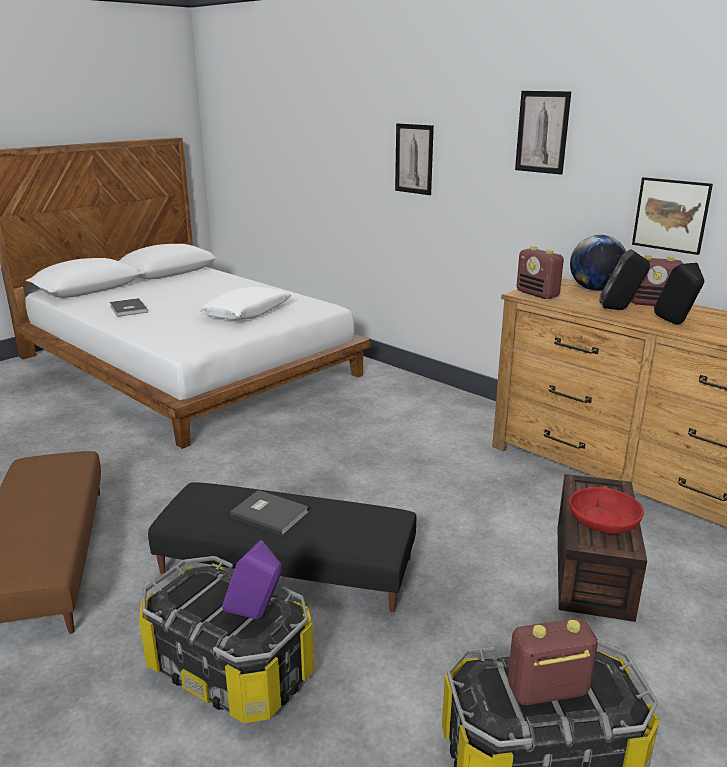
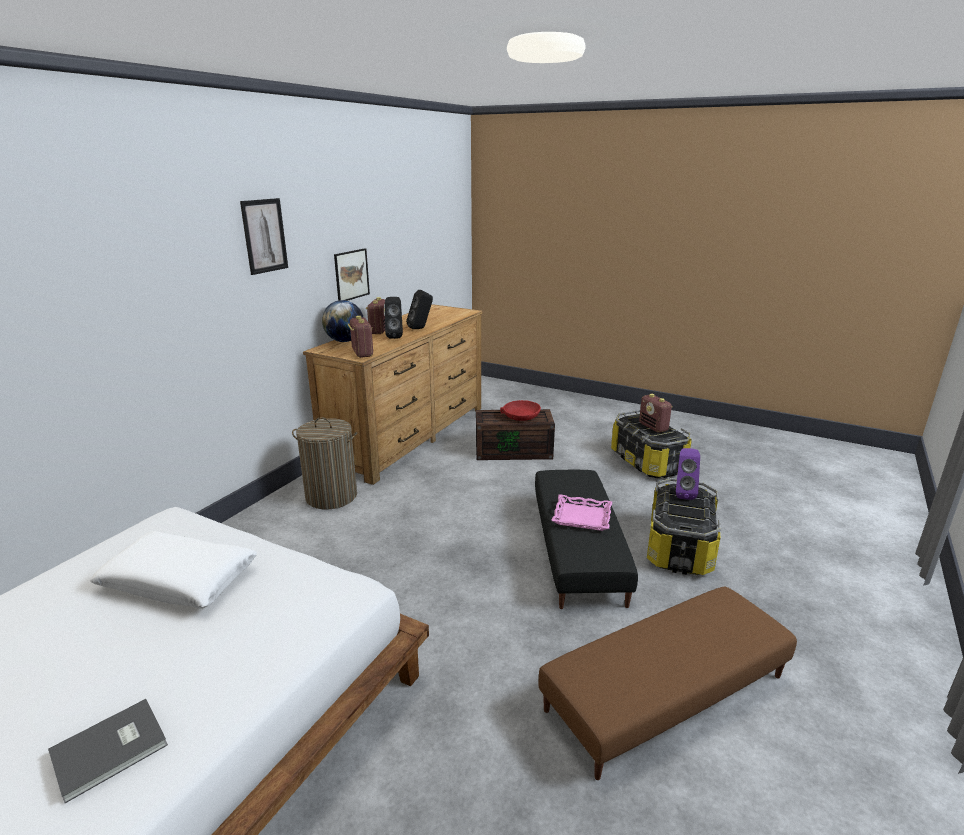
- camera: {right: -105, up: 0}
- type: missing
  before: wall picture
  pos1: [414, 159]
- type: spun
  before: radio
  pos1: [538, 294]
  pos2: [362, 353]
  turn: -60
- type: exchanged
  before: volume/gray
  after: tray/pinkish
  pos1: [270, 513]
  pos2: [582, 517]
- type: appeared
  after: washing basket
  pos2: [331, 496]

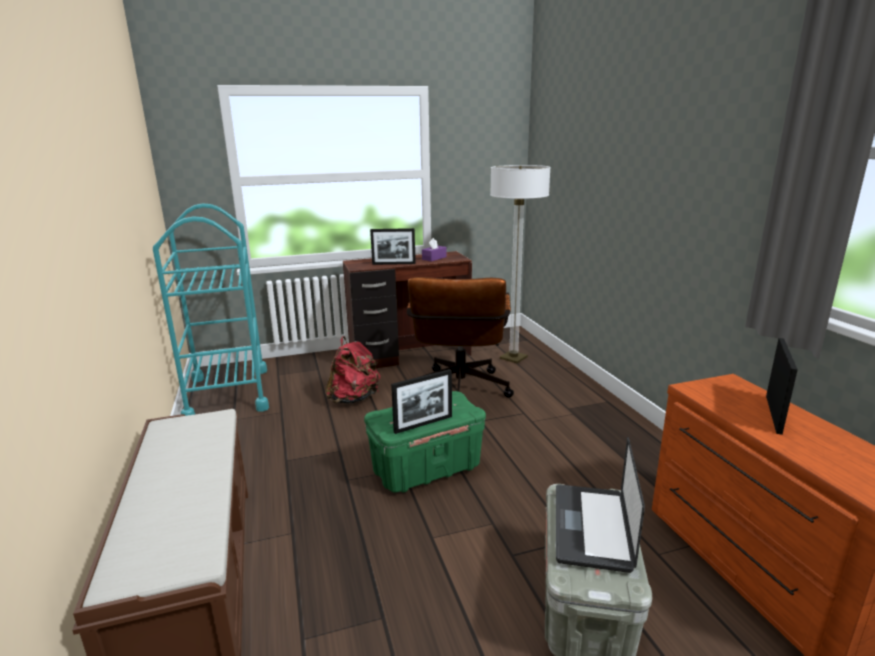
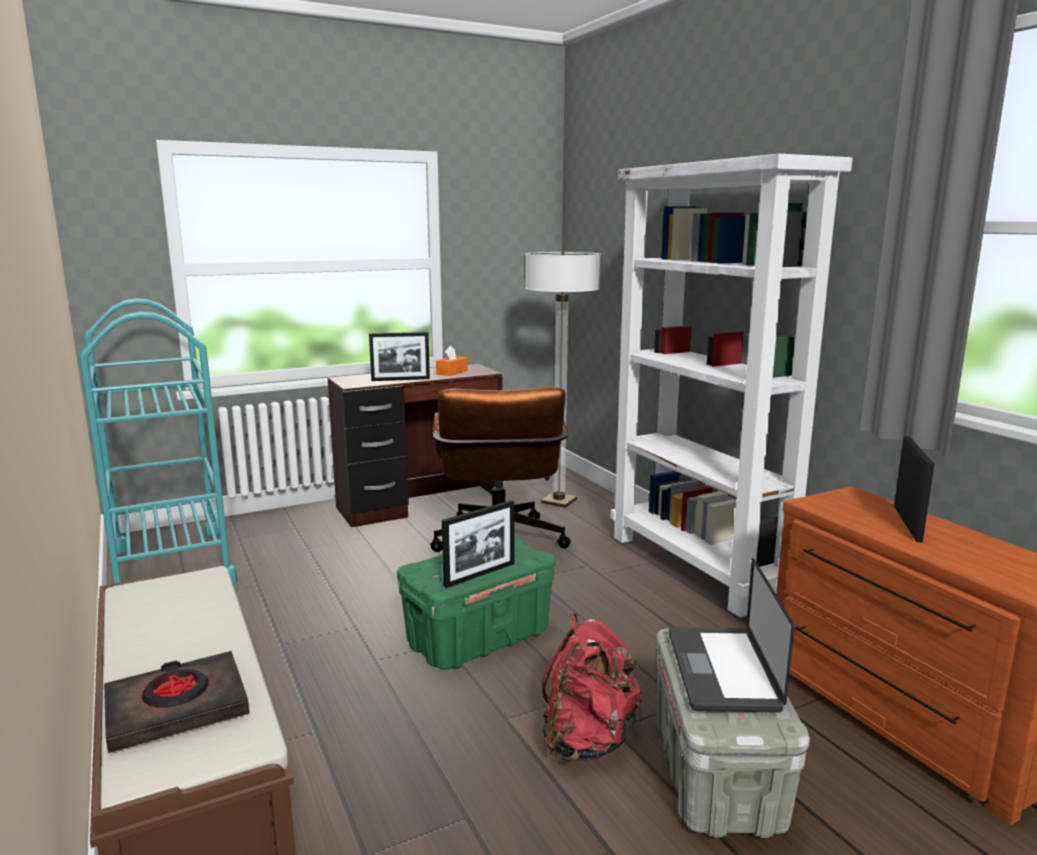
- camera: {right: -10, up: -5}
- type: colour
  before: box of tissues/purple-coloured
  after: box of tissues/orangey
  pos1: [434, 258]
  pos2: [452, 372]
- type: relocated
  before: rucksack/red-coloured
  pos1: [354, 399]
  pos2: [587, 740]
- type: appeared
  after: shelving unit/whitish
  pos2: [698, 567]
- type: appeared
  after: volume/blackish
  pos2: [177, 708]

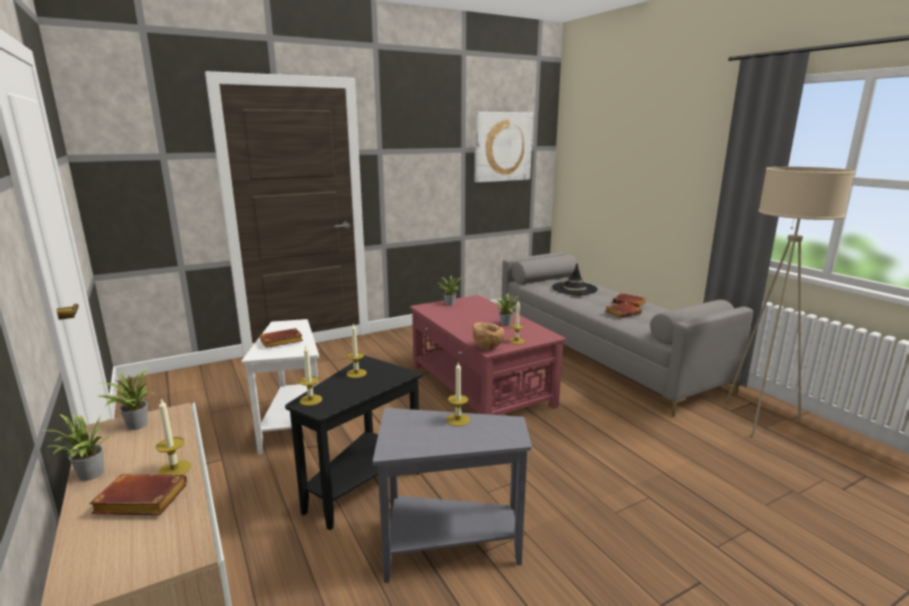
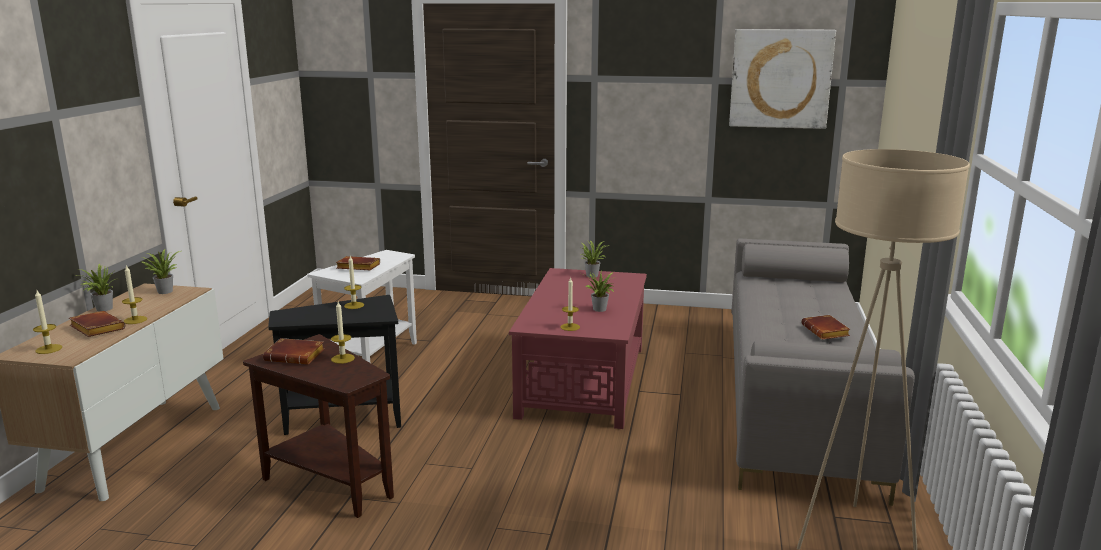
- camera: {right: 40, up: 0}
- type: missing
  before: clothing hat/blackish
  pos1: [574, 288]
- type: relocated
  before: volume/brown-coloured
  pos1: [622, 313]
  pos2: [296, 356]
- type: missing
  before: bowl/brown-coloured
  pos1: [487, 348]
- type: relocated
  before: wax light
  pos1: [311, 400]
  pos2: [48, 349]
- type: colour
  before: side table/gray
  after: side table/brown-coloured
  pos1: [445, 549]
  pos2: [330, 482]

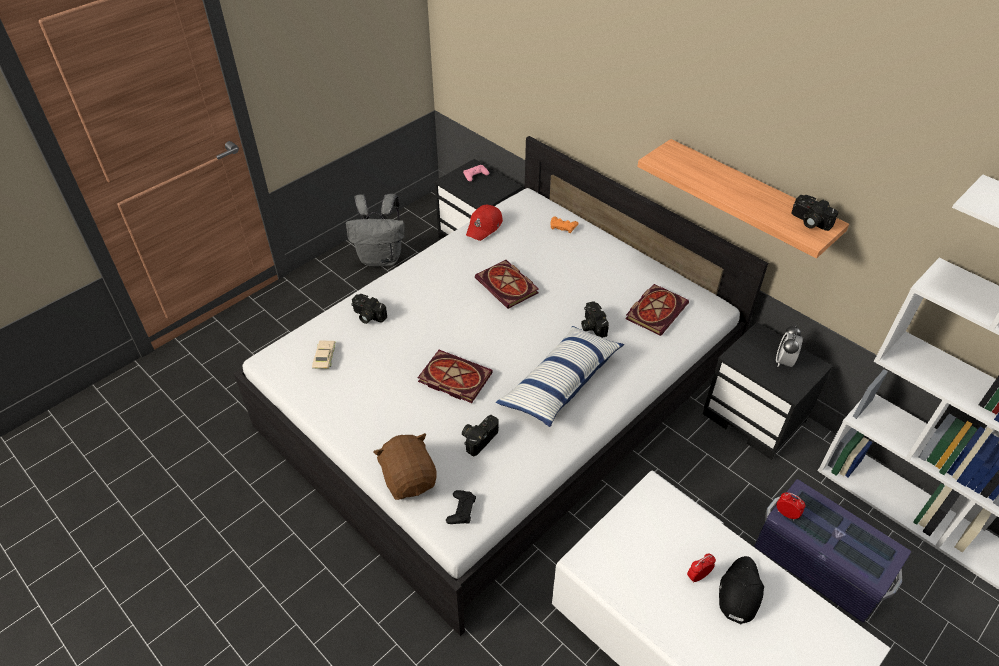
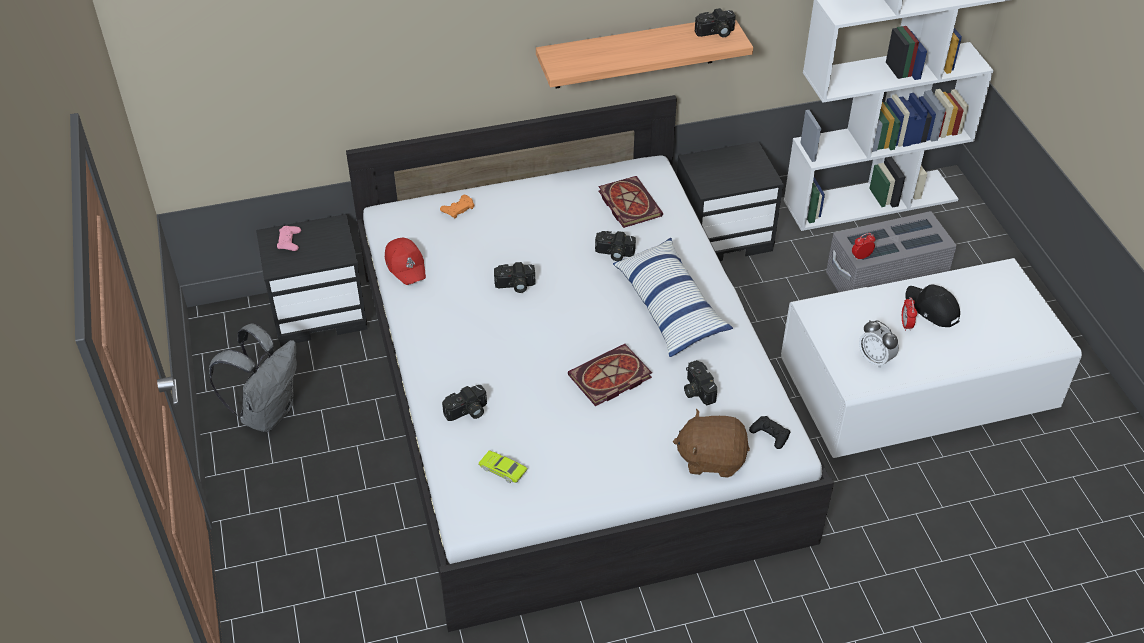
- camera: {right: -60, up: 0}
- type: exchanged
  before: volume
  after: photo camera
  pos1: [508, 286]
  pos2: [515, 286]
- type: relocated
  before: bedside clock
  pos1: [784, 361]
  pos2: [875, 359]
- type: colour
  before: miniature car/sand-coloured
  after: miniature car/green-coloured
  pos1: [324, 357]
  pos2: [503, 470]
- type: colour
  before: storage container/purple-coloured
  after: storage container/gray
  pos1: [819, 564]
  pos2: [884, 280]

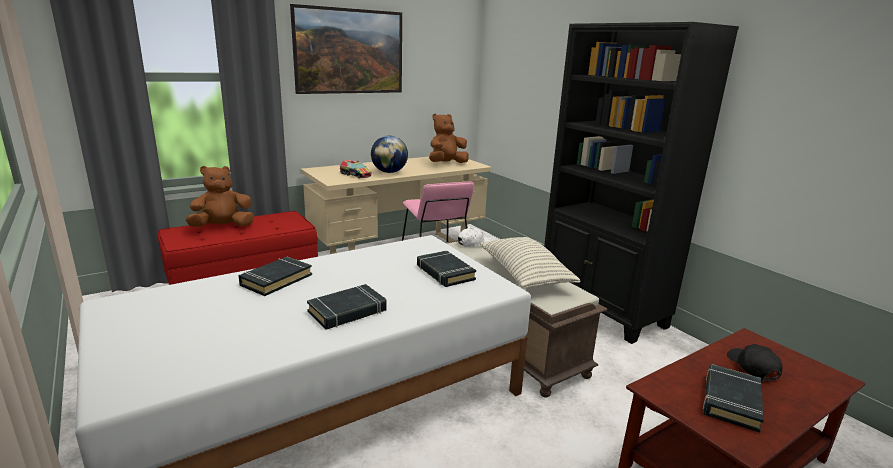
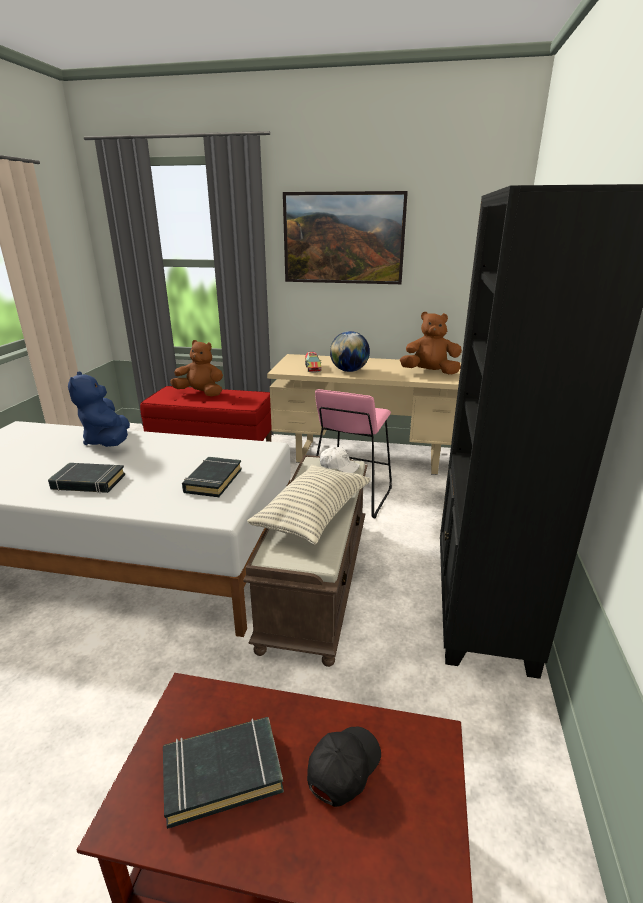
- camera: {right: 45, up: 5}
- type: exchanged
  before: volume/blackish
  after: soft toy/bluish
  pos1: [276, 280]
  pos2: [108, 442]

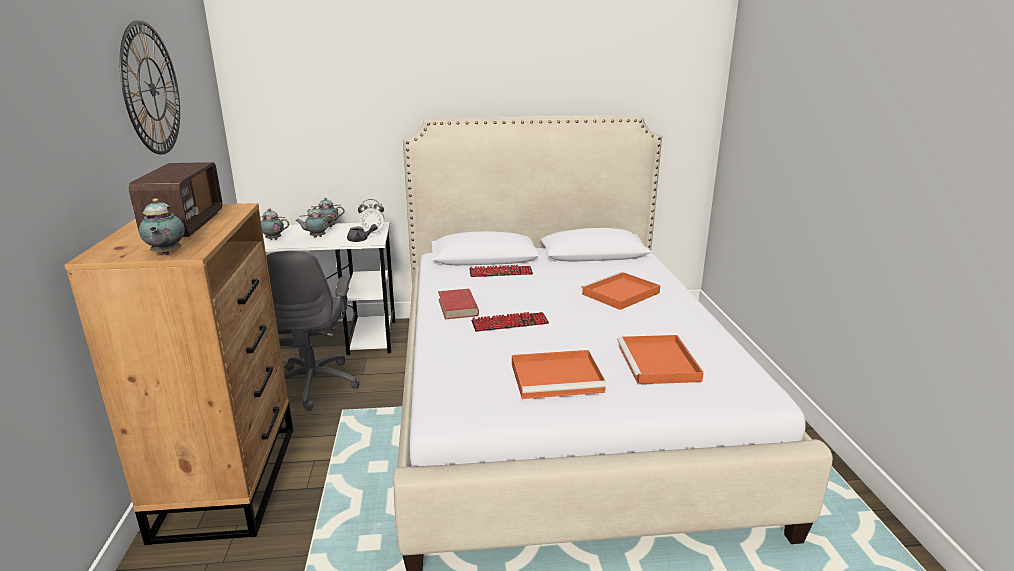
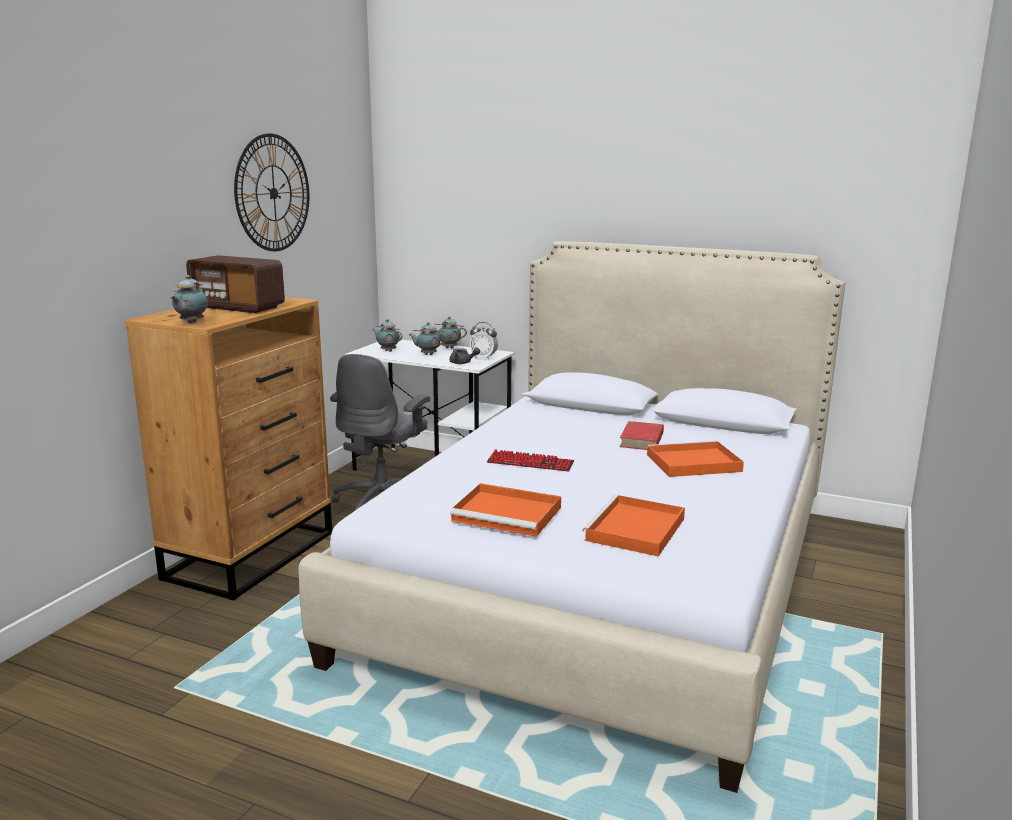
- camera: {right: 30, up: -5}
- type: spun
  before: radio
  pos1: [184, 224]
  pos2: [238, 307]
  turn: 90
- type: missing
  before: keyboard
  pos1: [500, 272]
- type: relocated
  before: volume/red-coloured
  pos1: [458, 307]
  pos2: [642, 440]

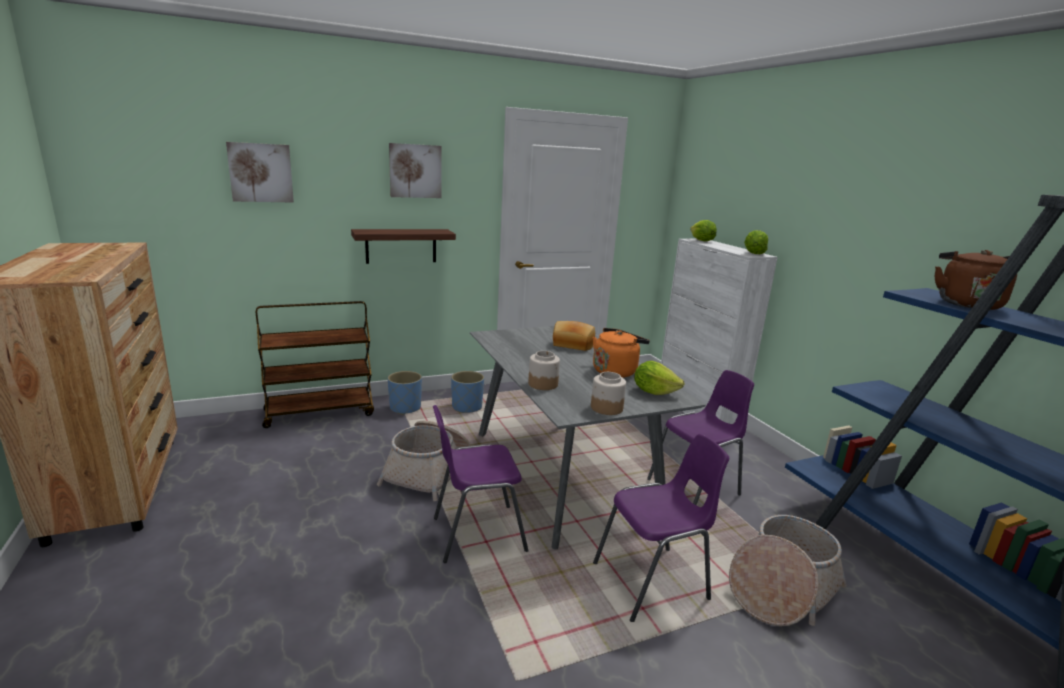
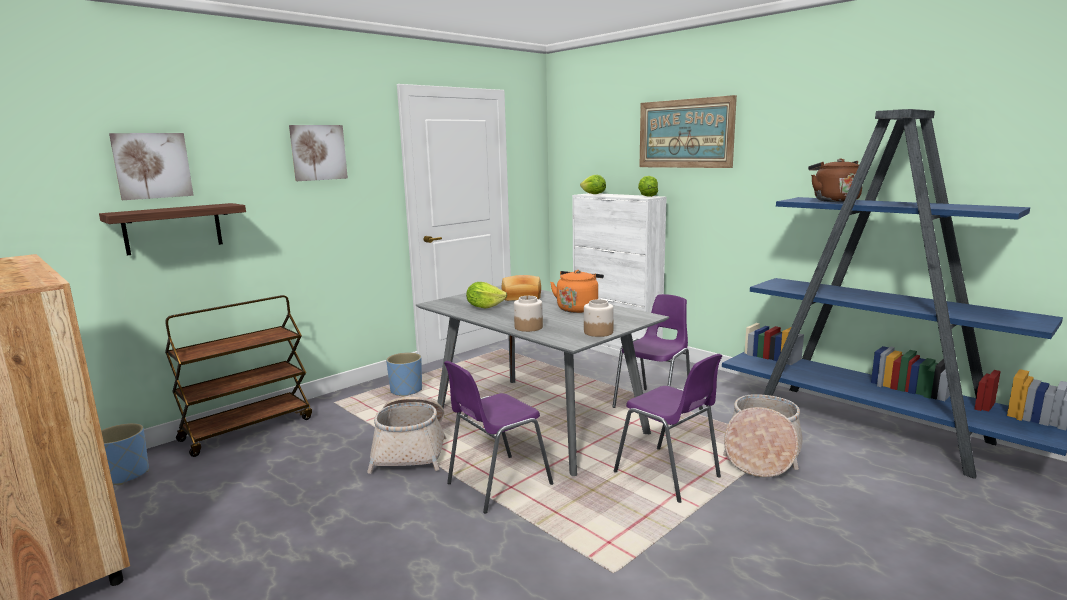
- camera: {right: -20, up: -5}
- type: relocated
  before: bracket shelf
  pos1: [401, 246]
  pos2: [173, 228]
- type: relocated
  before: head of lettuce
  pos1: [654, 392]
  pos2: [484, 307]
- type: relocated
  before: planter/bluish
  pos1: [405, 408]
  pos2: [125, 475]
- type: spun
  before: upright chair/purple-coloured
  pos1: [653, 582]
  pos2: [669, 476]
  turn: 90
- type: appeared
  after: wall picture
  pos2: [685, 133]

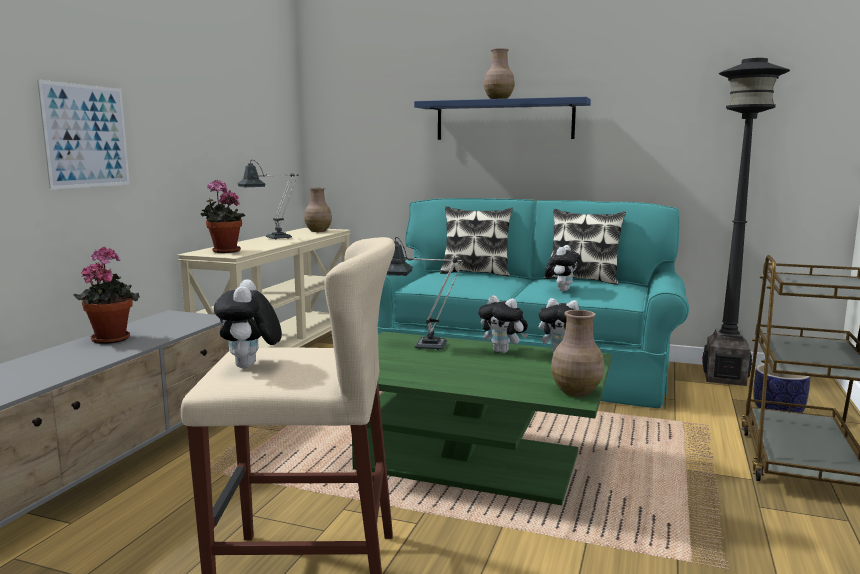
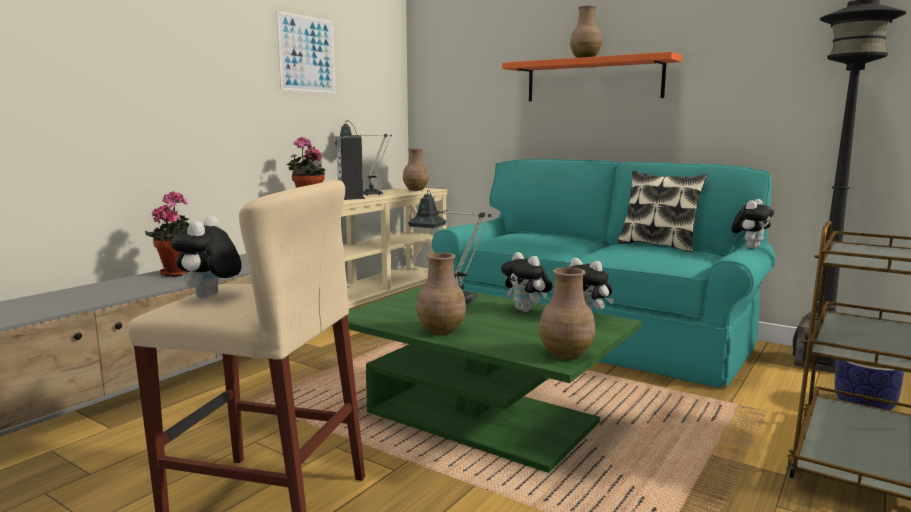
- camera: {right: 15, up: 0}
- type: relocated
  before: wall picture
  pos1: [86, 136]
  pos2: [307, 54]
- type: colour
  before: bracket shelf/bluish
  after: bracket shelf/orangey
  pos1: [504, 120]
  pos2: [593, 80]
- type: missing
  before: throw pillow
  pos1: [475, 273]
- type: relocated
  before: soft toy
  pos1: [561, 290]
  pos2: [750, 247]
- type: appeared
  after: speaker
  pos2: [351, 198]
- type: appeared
  after: vase/brown-coloured
  pos2: [442, 330]

